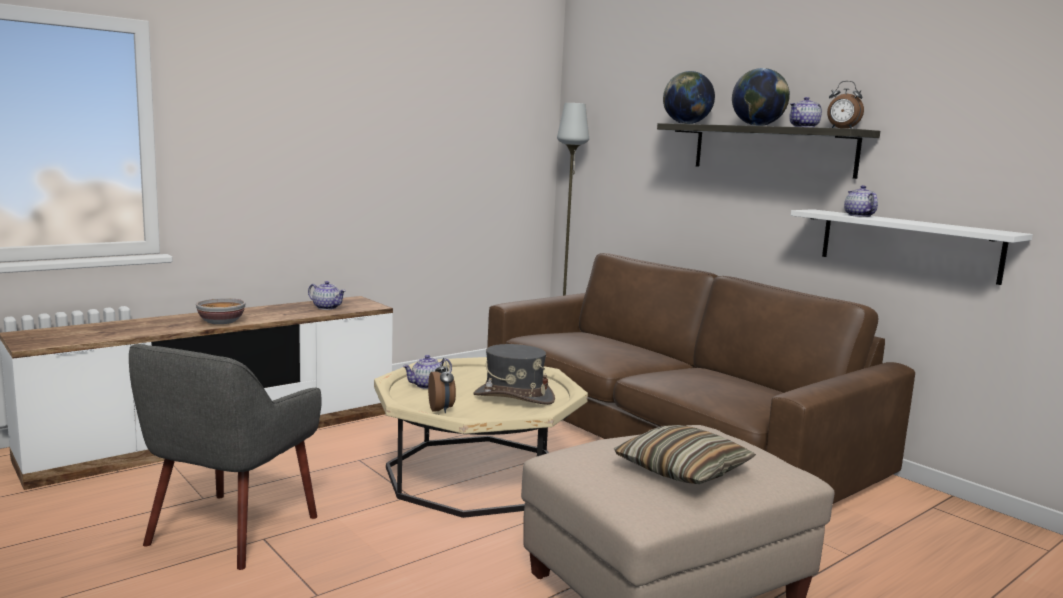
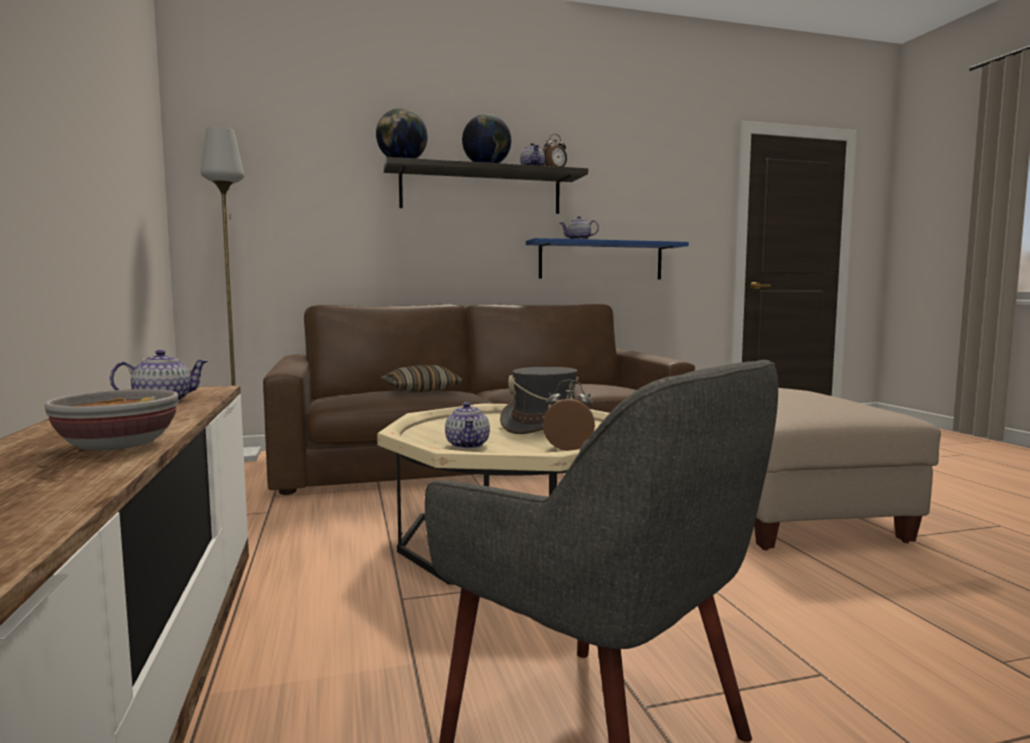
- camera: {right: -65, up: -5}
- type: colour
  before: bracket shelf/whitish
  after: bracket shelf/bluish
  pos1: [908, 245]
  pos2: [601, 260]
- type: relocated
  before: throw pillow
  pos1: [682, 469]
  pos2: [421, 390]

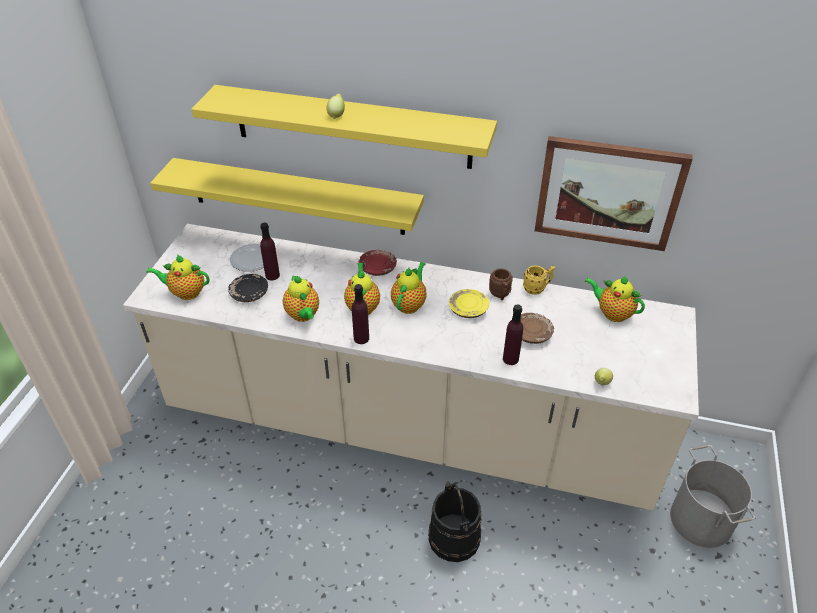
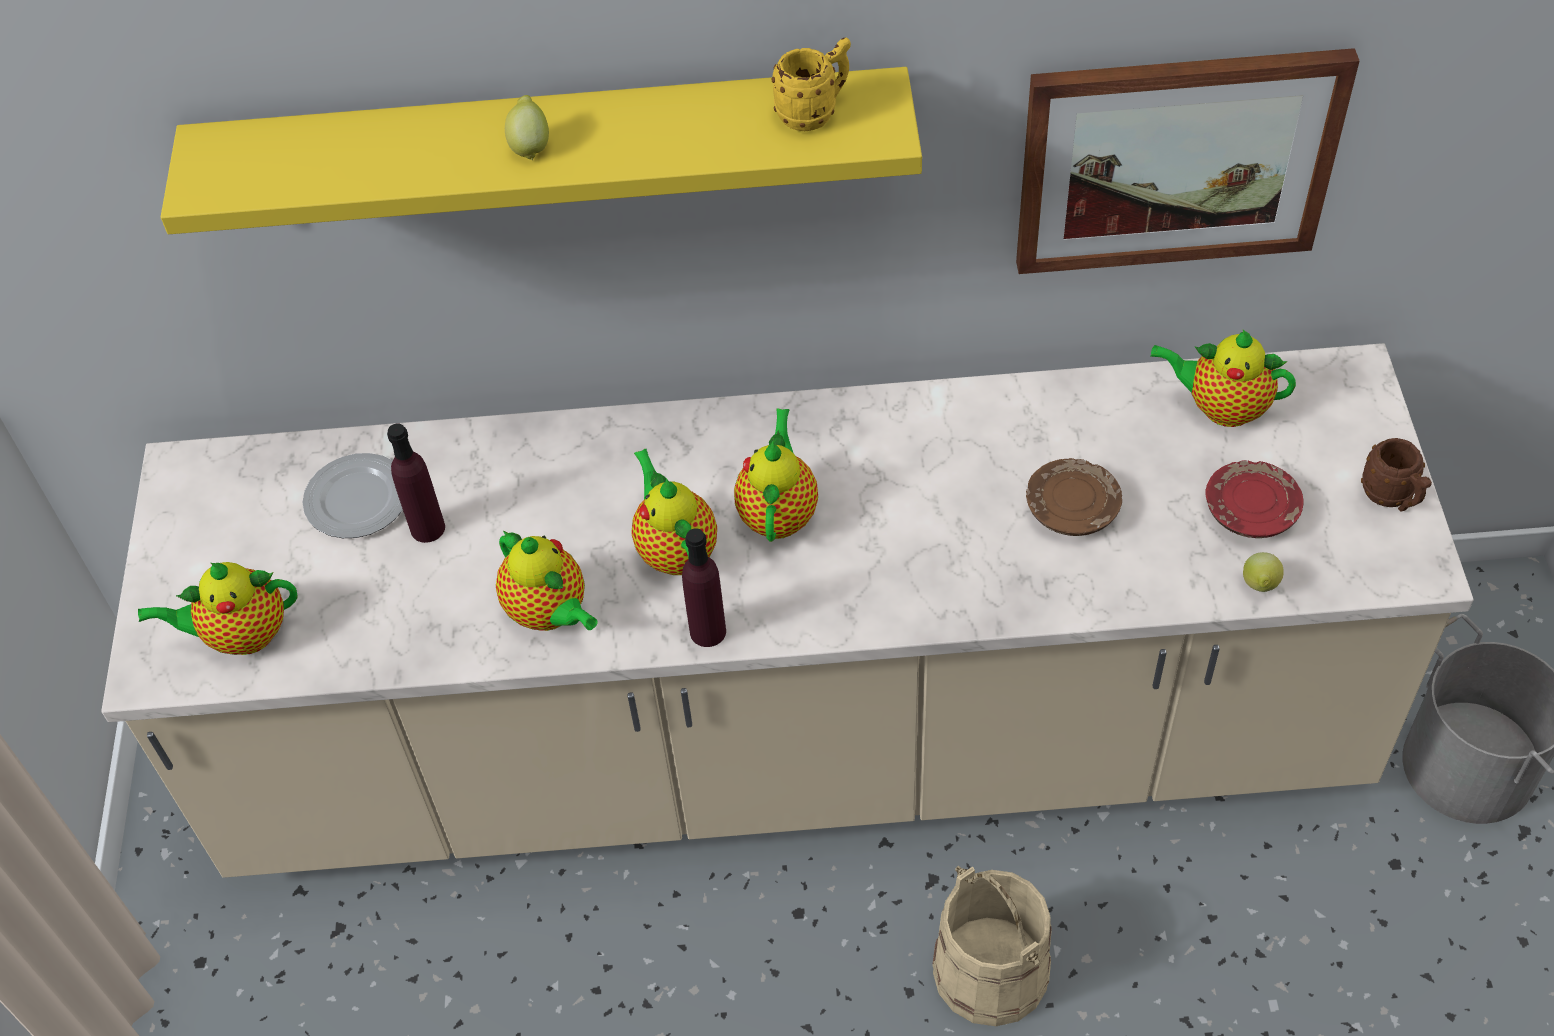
- camera: {right: -15, up: 10}
- type: missing
  before: bracket shelf/yellow-coloured
  pos1: [297, 196]
- type: relocated
  before: flat dish/red-coloured
  pos1: [377, 268]
  pos2: [1250, 510]
- type: relocated
  before: coffee mug/yellow-coloured
  pos1: [537, 289]
  pos2: [815, 112]
- type: relocated
  before: coffee mug/brown-coloured
  pos1: [500, 295]
  pos2: [1392, 498]
- type: missing
  before: flat dish/blackish
  pos1: [249, 294]
- type: missing
  before: flat dish/yellow-coloured
  pos1: [468, 309]
- type: missing
  before: drink bottle/purple-coloured
  pos1: [510, 359]
- type: colour
  before: pail/blackish
  after: pail/sand-coloured
  pos1: [453, 537]
  pos2: [989, 971]

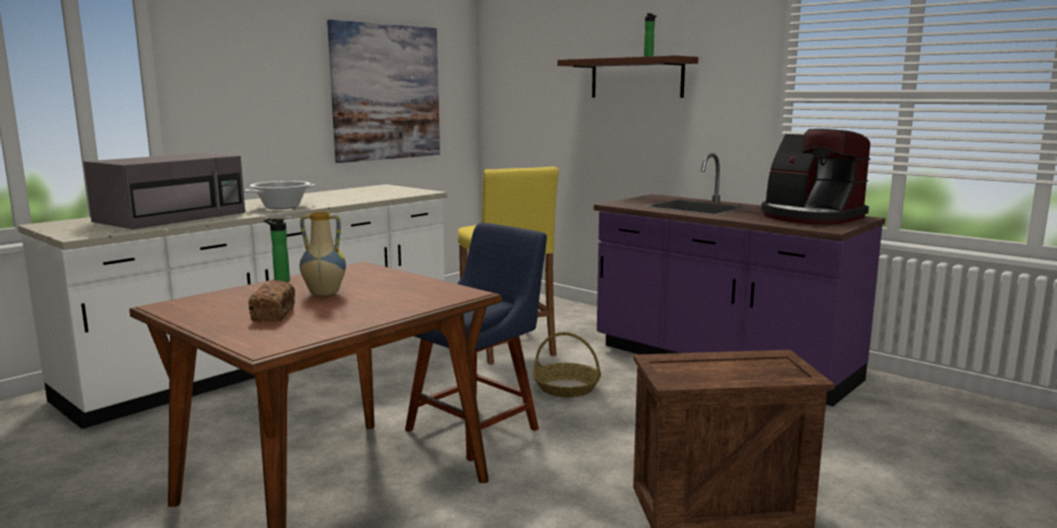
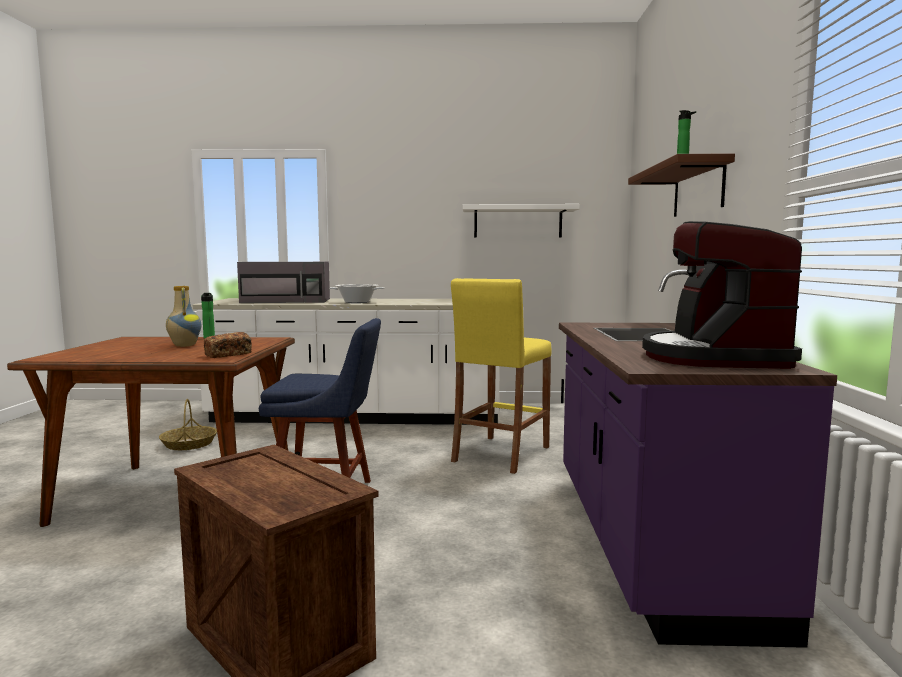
- camera: {right: 50, up: -5}
- type: exchanged
  before: wall picture
  after: bracket shelf/whitish
  pos1: [386, 92]
  pos2: [518, 222]
- type: relocated
  before: baked bread
  pos1: [274, 314]
  pos2: [228, 355]
- type: relocated
  before: storage basket
  pos1: [567, 388]
  pos2: [189, 444]

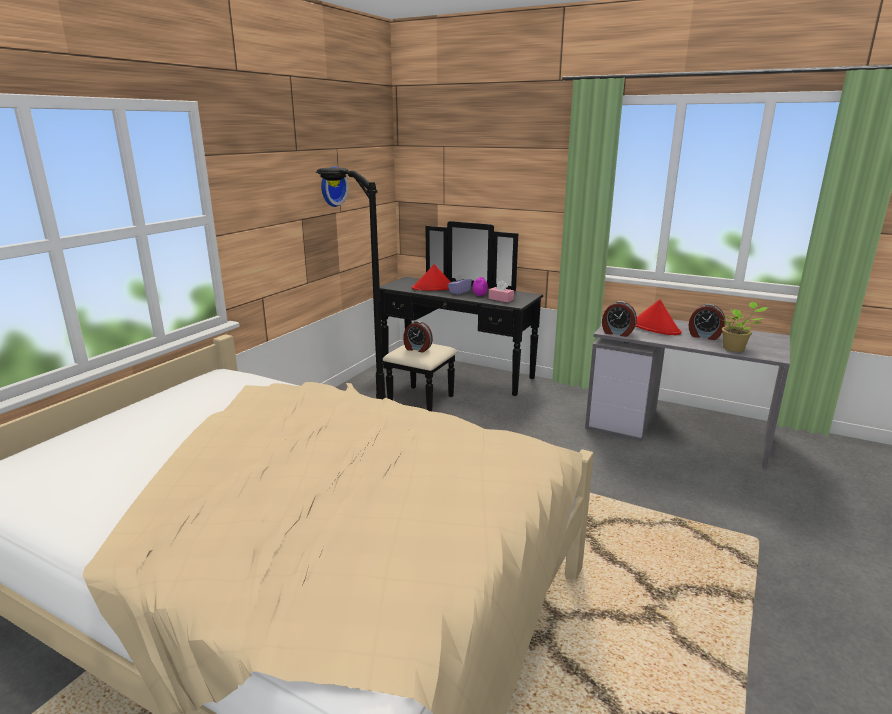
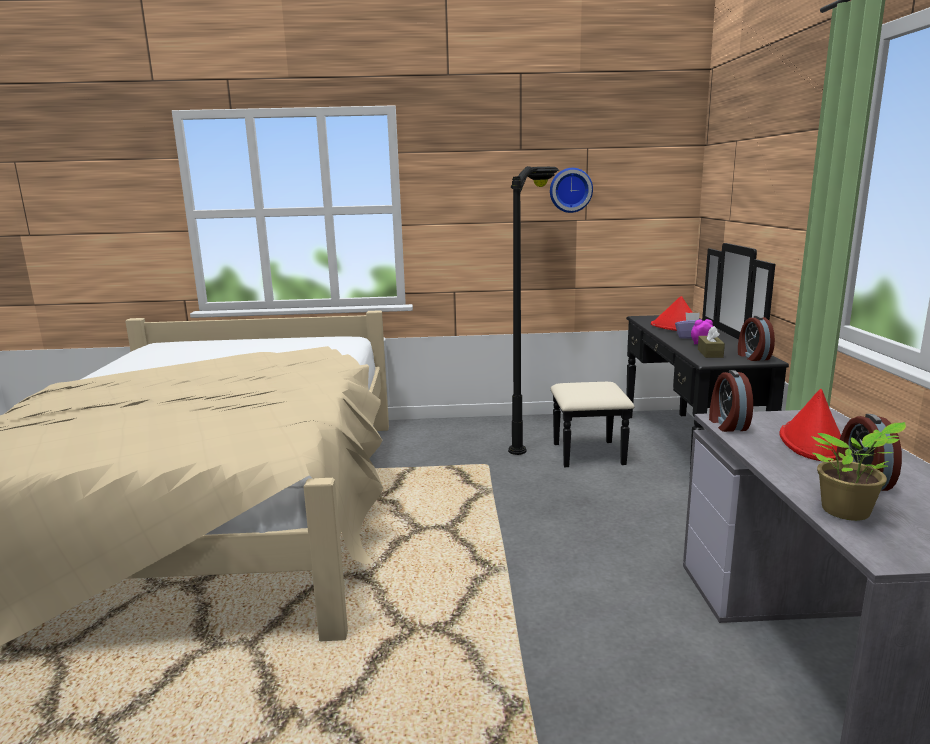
- camera: {right: 60, up: -5}
- type: colour
  before: box of tissues/pinkish
  after: box of tissues/brown-coloured
  pos1: [501, 299]
  pos2: [710, 353]
- type: relocated
  before: bedside clock
  pos1: [417, 349]
  pos2: [752, 357]

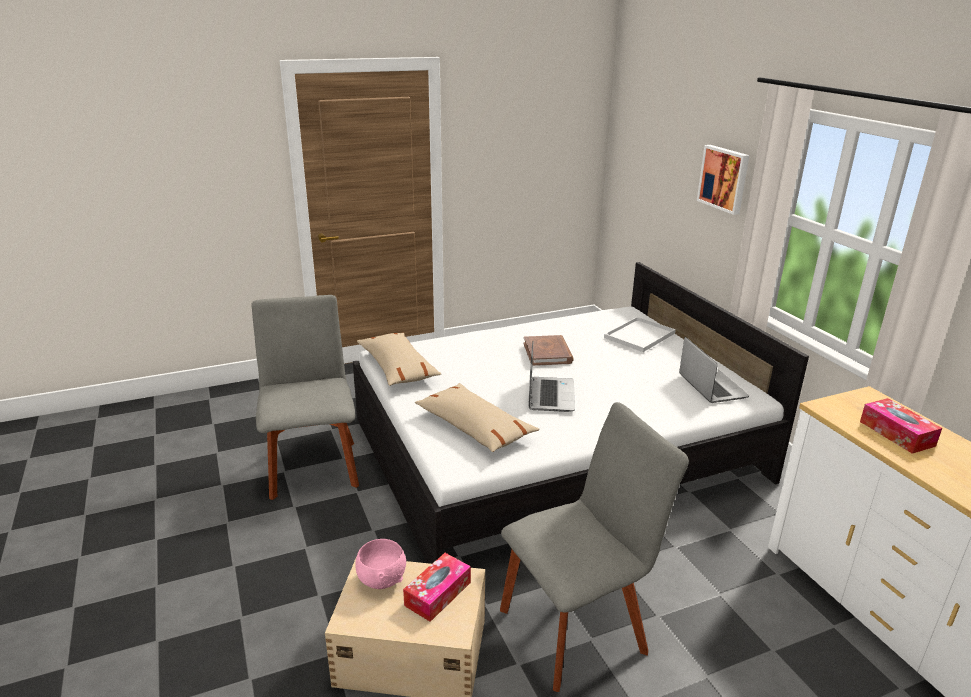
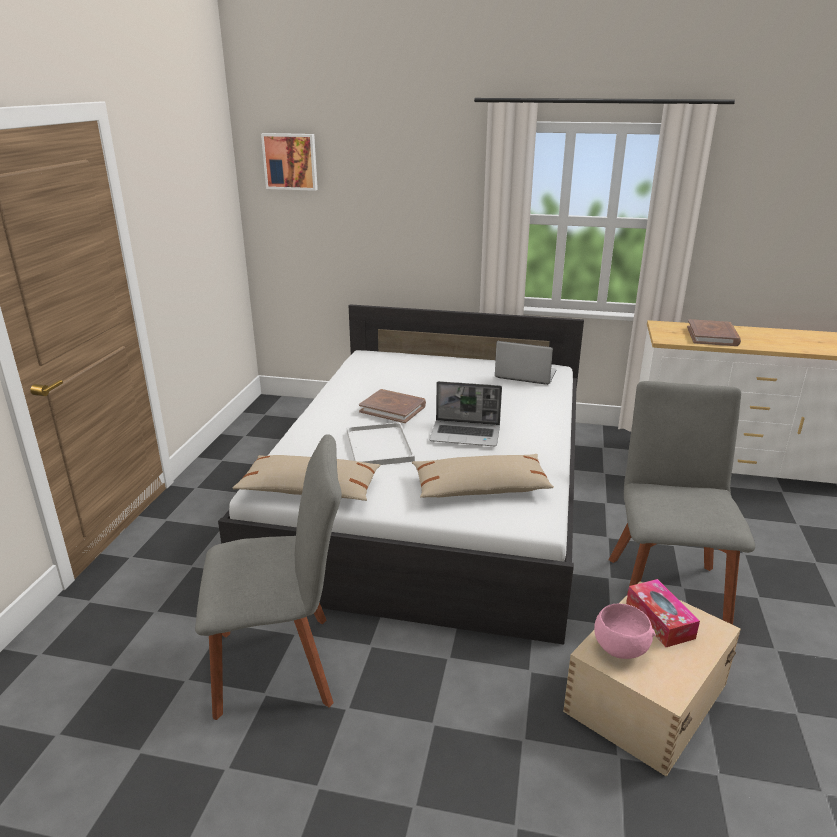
- camera: {right: -55, up: 0}
- type: relocated
  before: wall picture
  pos1: [724, 178]
  pos2: [290, 161]
- type: spun
  before: upright chair/gray
  pos1: [312, 466]
  pos2: [283, 664]
  turn: 150
- type: relocated
  before: tray/whitish
  pos1: [639, 336]
  pos2: [380, 446]
- type: spun
  before: portable computer
  pos1: [550, 395]
  pos2: [466, 434]
  turn: 150
- type: exchanged
  before: box of tissues
  after: volume/brown-coloured
  pos1: [896, 433]
  pos2: [712, 336]

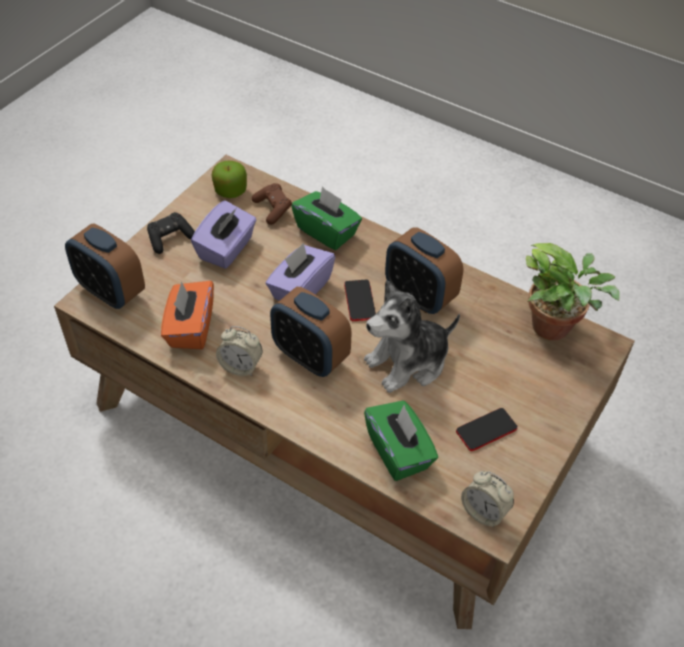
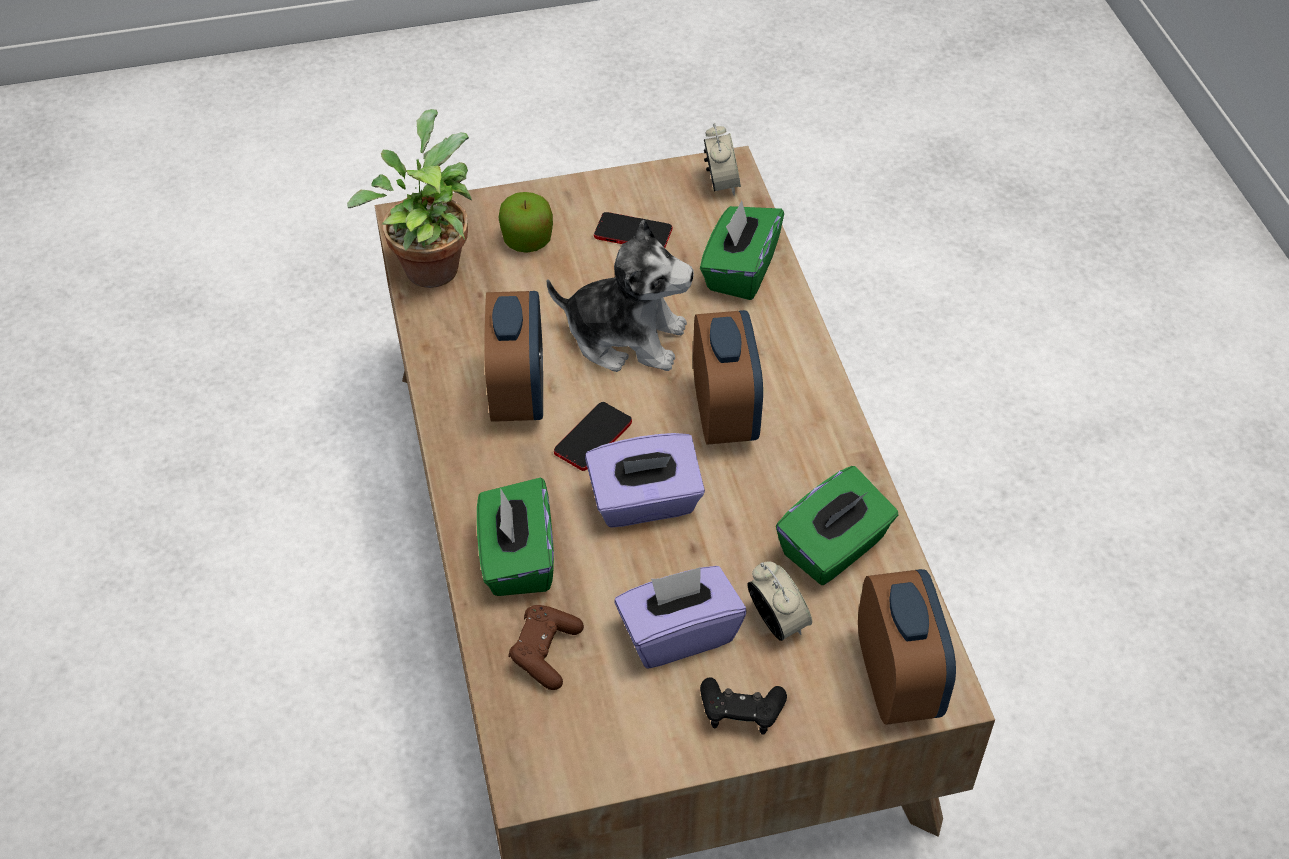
- camera: {right: -135, up: 0}
- type: relocated
  before: whole apple
  pos1: [230, 191]
  pos2: [527, 240]
- type: colour
  before: box of tissues/orangey
  after: box of tissues/green-coloured
  pos1: [190, 328]
  pos2: [834, 548]
- type: relocated
  before: bedside clock
  pos1: [240, 366]
  pos2: [777, 623]

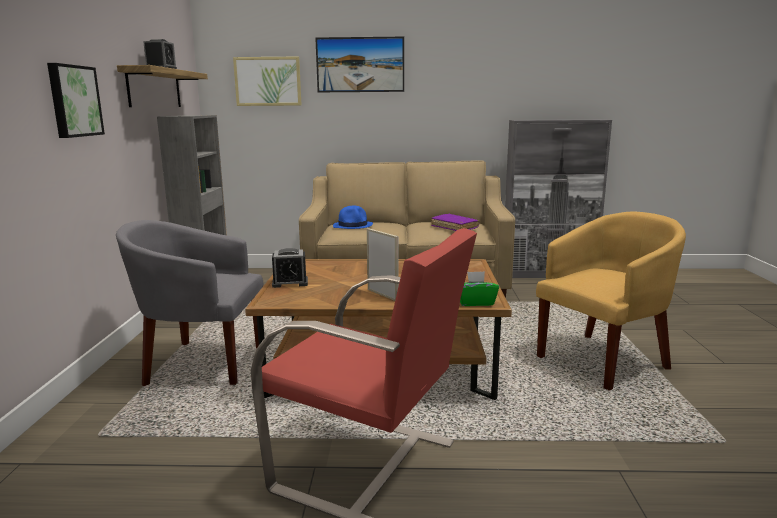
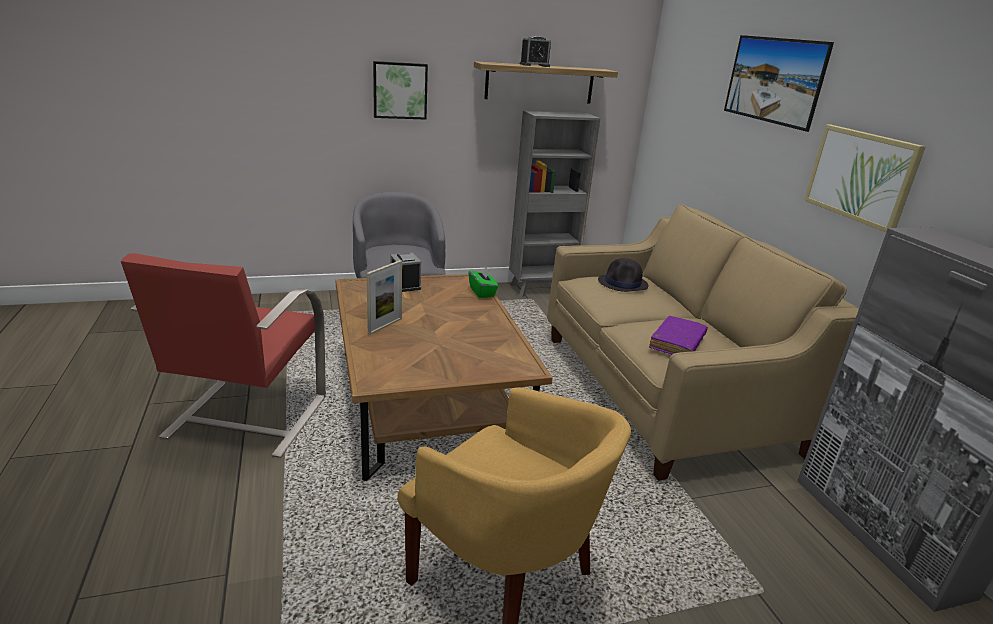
- camera: {right: 70, up: 10}
- type: relocated
  before: wall picture
  pos1: [268, 81]
  pos2: [861, 176]
- type: colour
  before: clothing hat/bluish
  after: clothing hat/blackish
  pos1: [353, 225]
  pos2: [623, 283]
- type: relocated
  before: box of tissues/green-coloured
  pos1: [475, 302]
  pos2: [482, 292]

